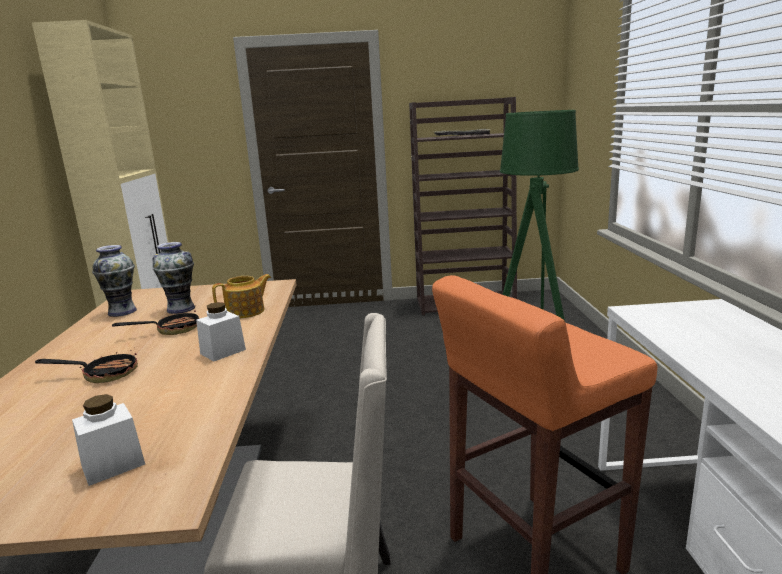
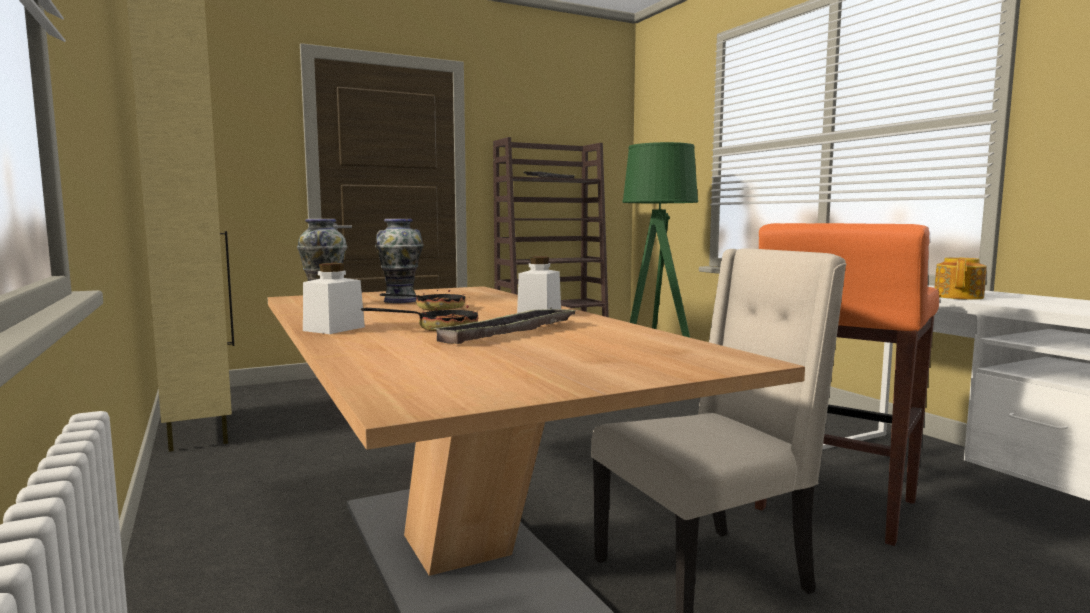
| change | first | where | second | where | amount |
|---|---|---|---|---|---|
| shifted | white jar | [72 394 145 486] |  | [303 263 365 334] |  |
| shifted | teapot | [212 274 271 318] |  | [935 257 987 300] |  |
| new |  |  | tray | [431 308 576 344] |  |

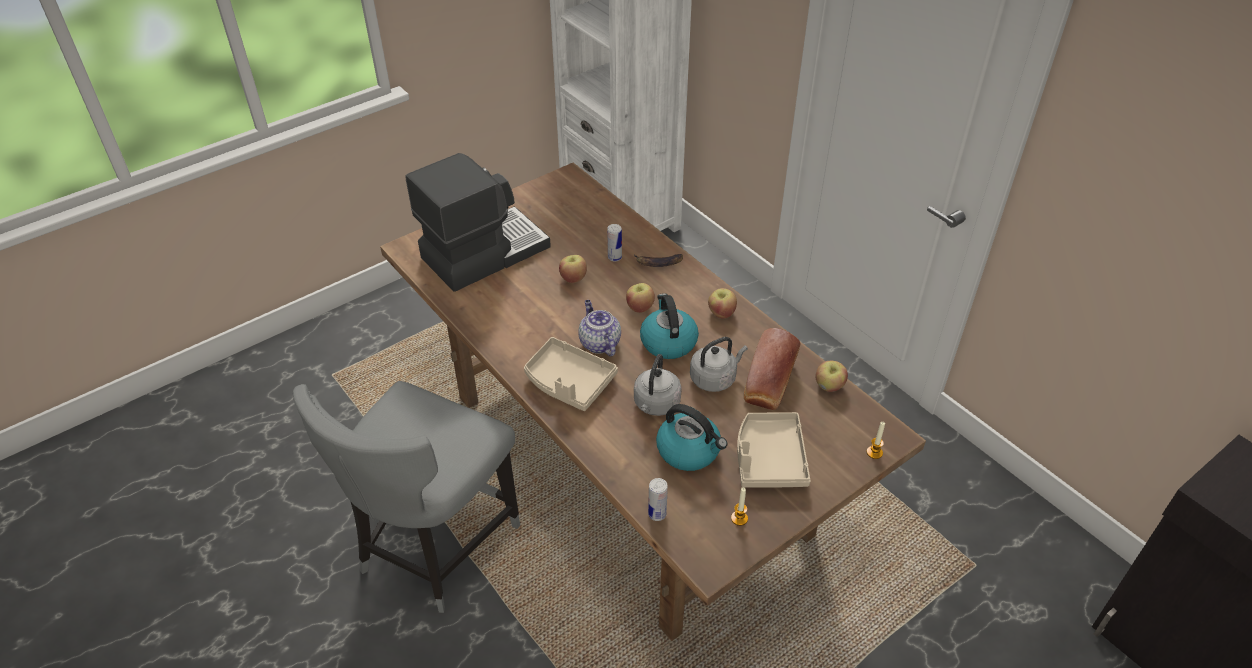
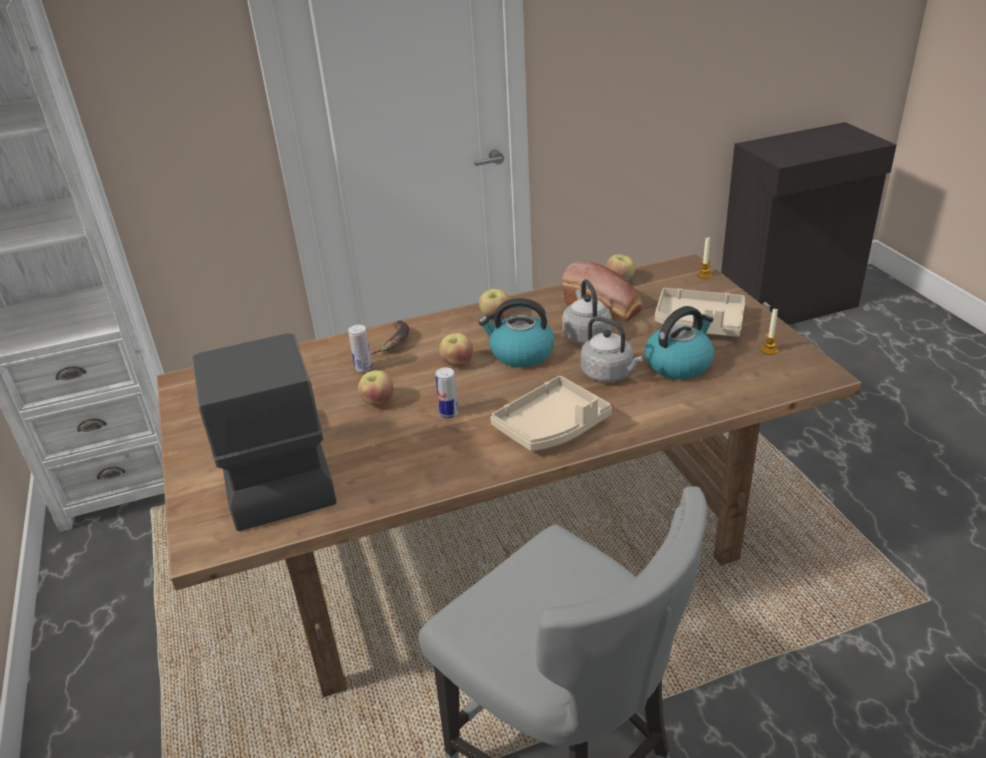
| change | first | where | second | where | amount |
|---|---|---|---|---|---|
| gone | teapot | [578 300 621 357] |  |  |  |
| shifted | can | [648 478 668 521] |  | [435 367 458 418] |  |

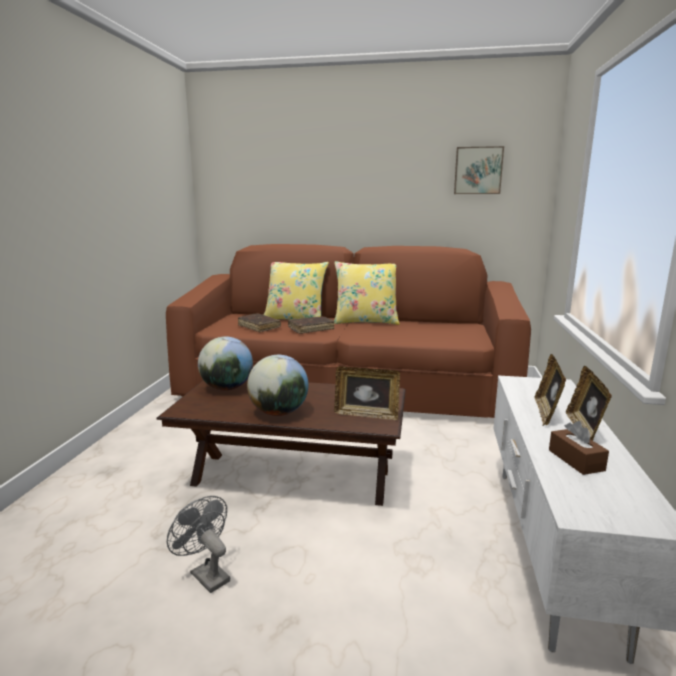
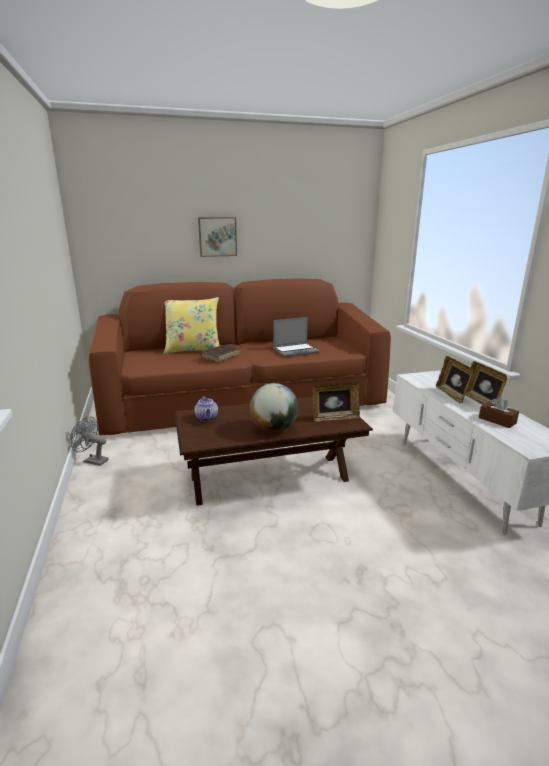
| change | first | where | second | where | amount |
|---|---|---|---|---|---|
| shifted | grey fan | [167 496 230 593] |  | [70 417 108 466] |  |
| swapped | globe | [198 336 253 390] | teapot | [195 396 218 421] |  |
| gone | brown book | [238 313 281 332] |  |  |  |
| gone | yellow pillow | [334 261 399 325] |  |  |  |
| shifted | picture | [454 146 504 194] |  | [198 218 237 257] |  |
| new |  |  | laptop | [273 317 320 357] |  |

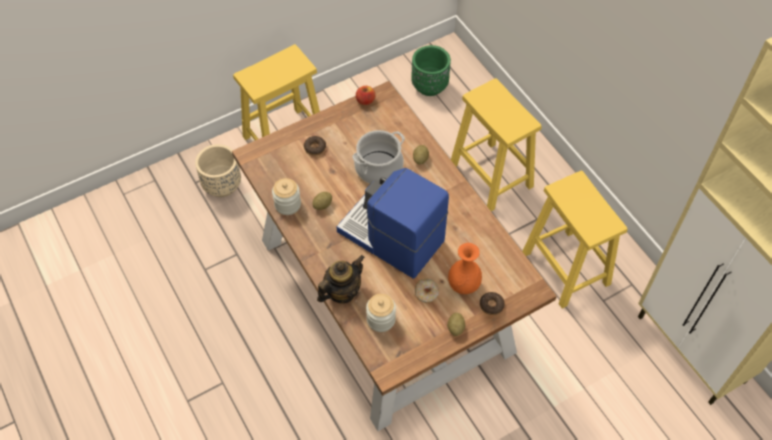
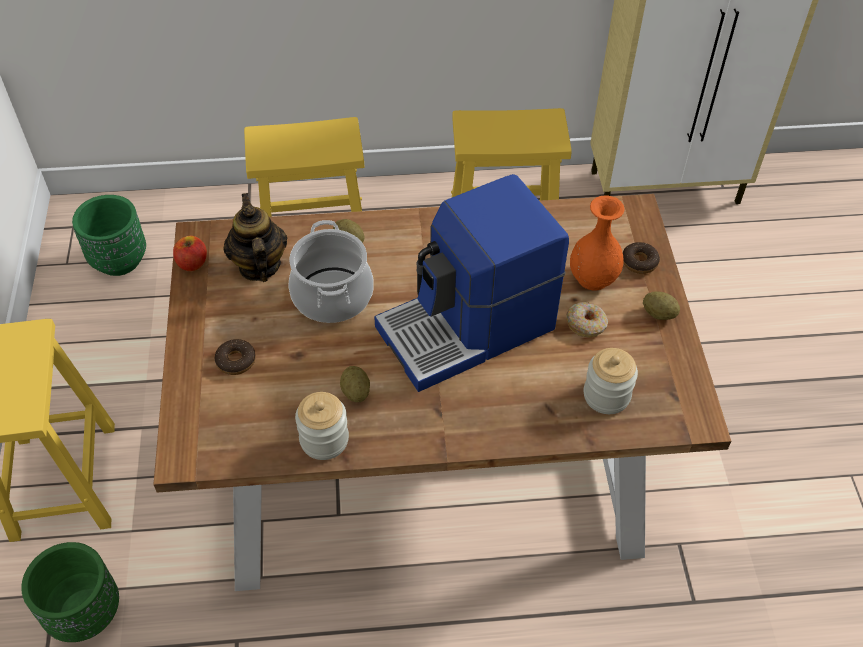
| change | first | where | second | where | amount |
|---|---|---|---|---|---|
| repainted | beige planter | [195 144 241 197] | green planter | [21 542 119 642] |  |
| shifted | teapot | [317 255 365 303] |  | [223 193 287 282] |  |

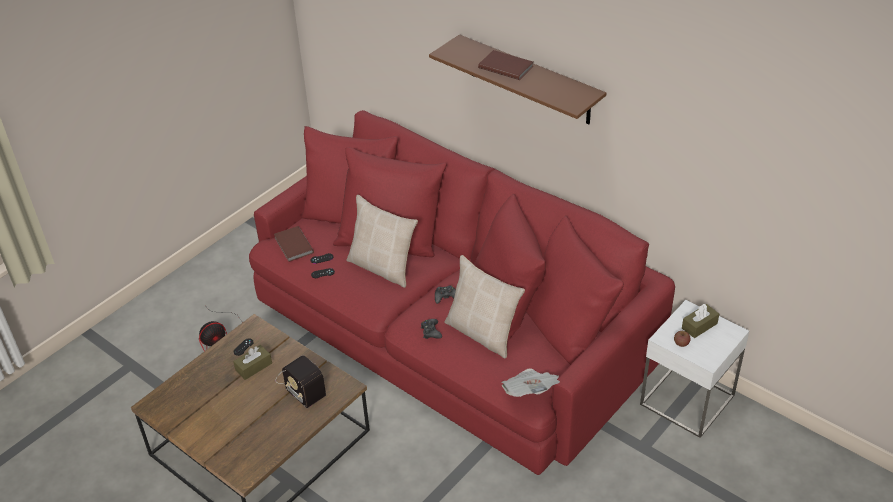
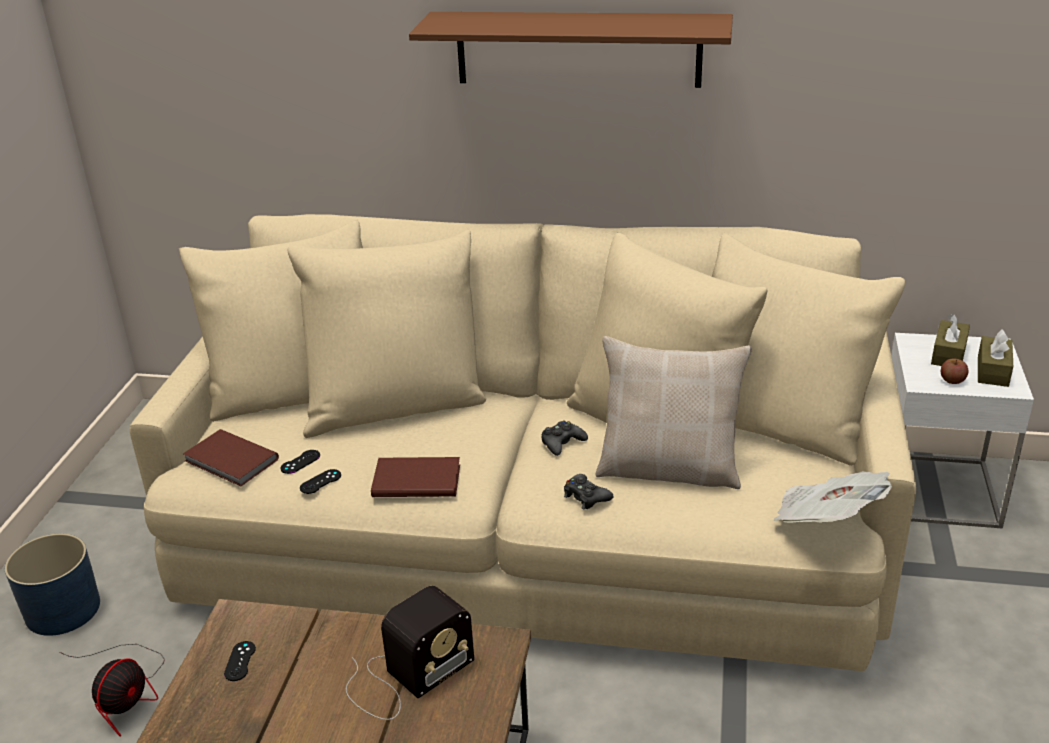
| change | first | where | second | where | amount |
|---|---|---|---|---|---|
| shifted | brown tissue box | [233 345 272 380] |  | [978 329 1013 387] |  |
| repainted | red sofa | [249 110 675 475] | beige sofa | [130 214 916 671] |  |
| rotated | radio | [276 355 326 408] |  | [346 586 474 720] | 60 degrees counterclockwise |
| gone | beige pillow | [346 195 418 288] |  |  |  |
| shifted | brown book | [478 50 533 80] |  | [371 457 460 497] |  |
| new |  |  | blue planter | [5 533 100 636] |  |

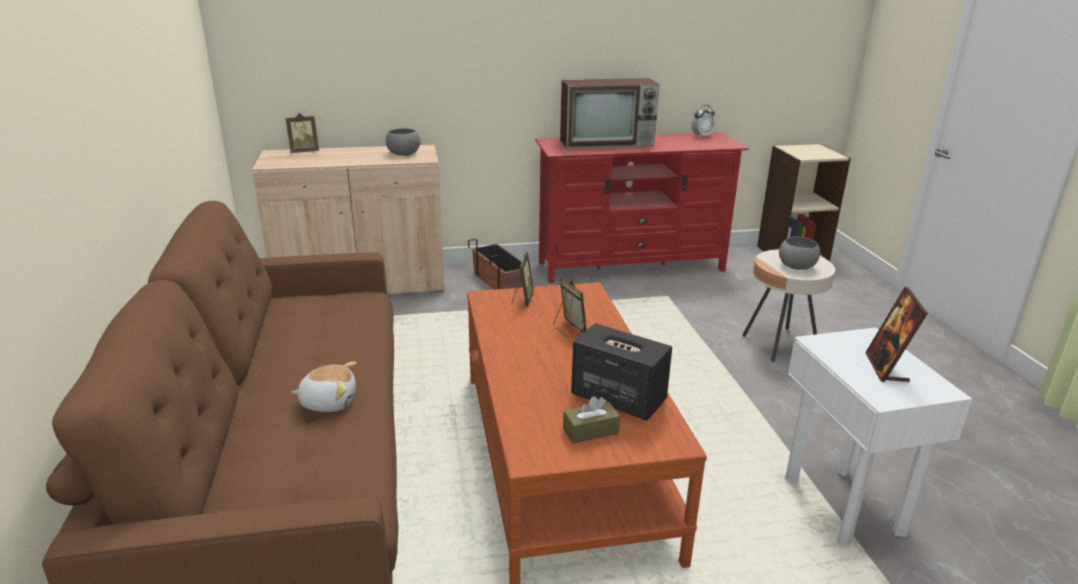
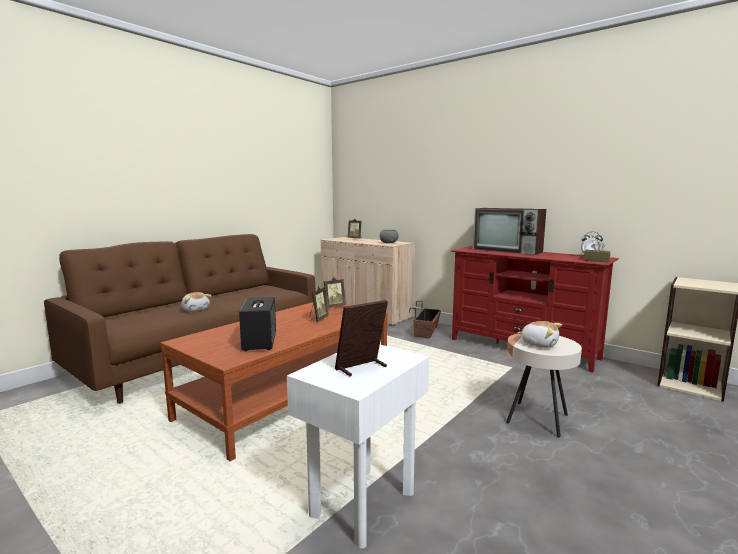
| change | first | where | second | where | amount |
|---|---|---|---|---|---|
| shifted | brown tissue box | [563 396 620 444] |  | [584 242 610 262] |  |
| swapped | grey bowl | [779 237 820 270] | plush toy | [518 321 562 348] |  |

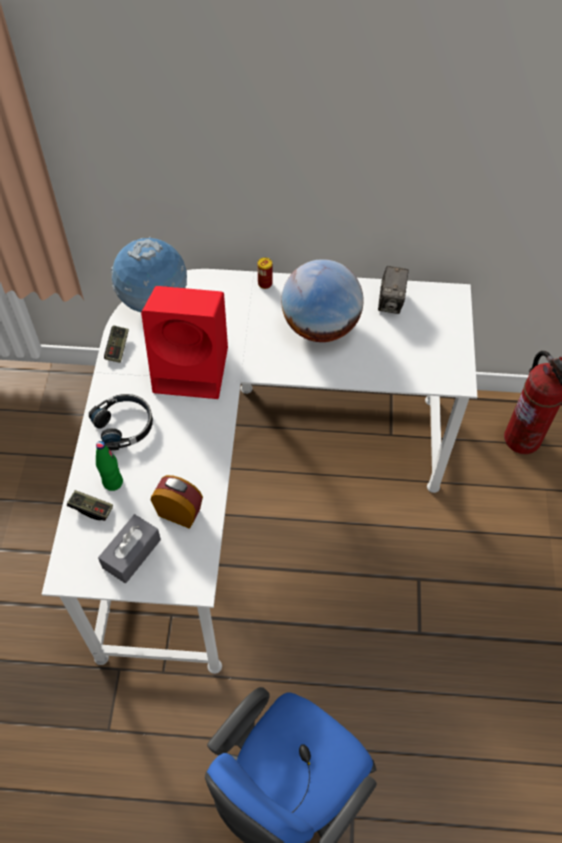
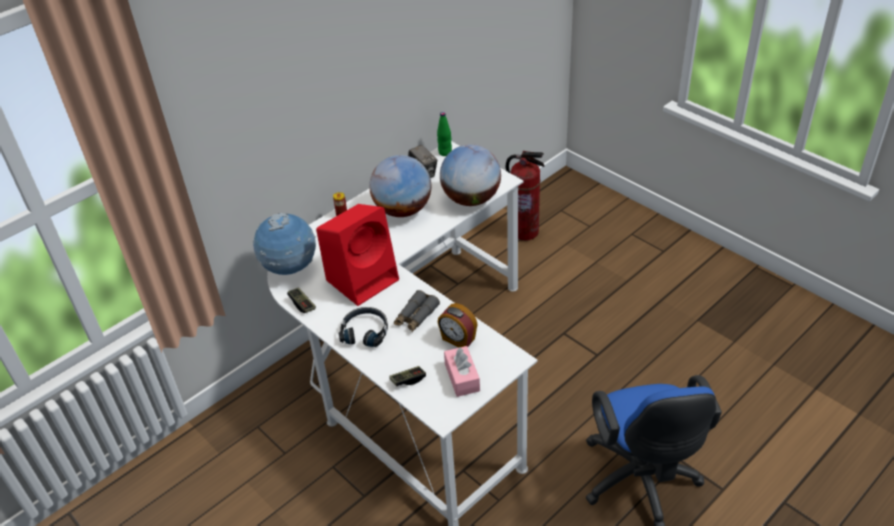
| change | first | where | second | where | amount |
|---|---|---|---|---|---|
| shifted | green bottle | [96 441 123 491] |  | [437 112 452 156] |  |
| repainted | grey tissue box | [98 514 161 583] | pink tissue box | [444 346 480 397] |  |
| rotated | alarm clock | [151 475 203 529] |  | [438 303 478 347] | 120 degrees counterclockwise |
| new |  |  | grey binoculars | [394 290 440 332] |  |
| new |  |  | globe | [440 144 501 206] |  |

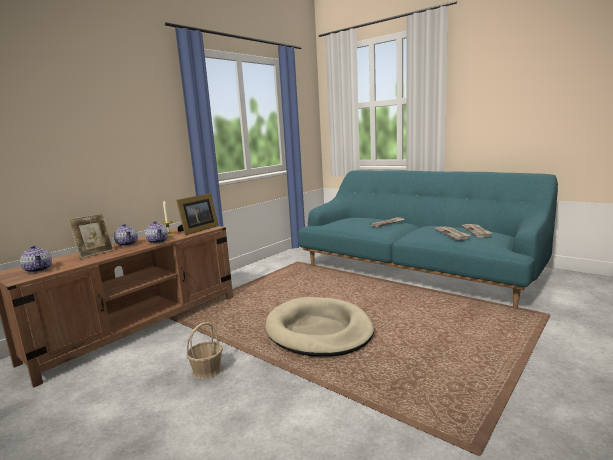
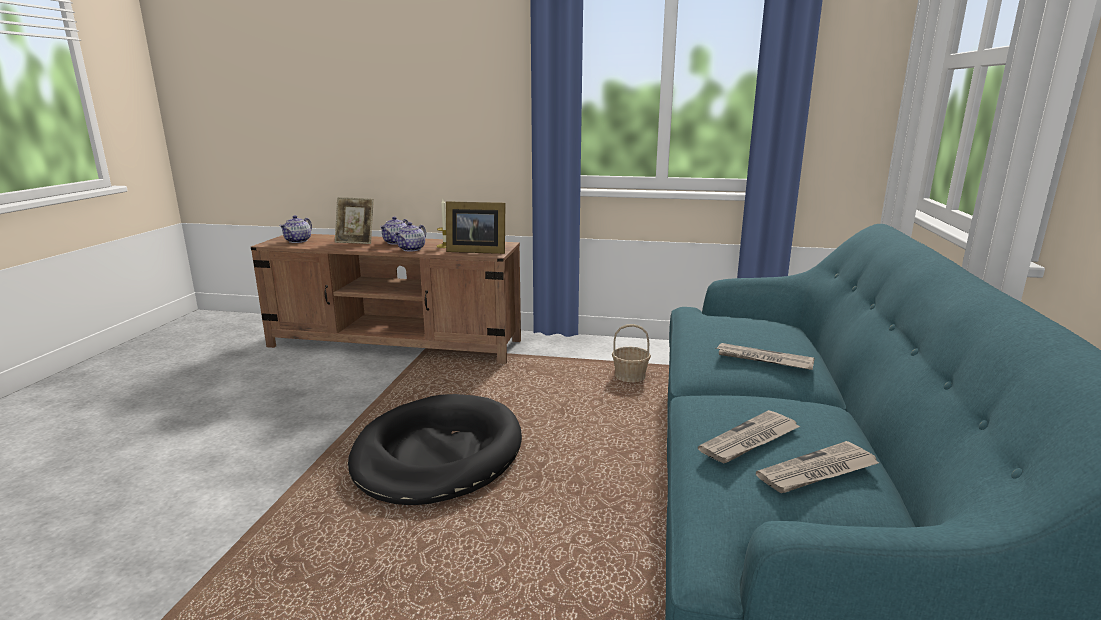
| change | first | where | second | where | amount |
|---|---|---|---|---|---|
| shifted | basket | [186 322 223 379] |  | [612 324 651 382] |  |
| repainted | beige dog bed | [265 297 374 357] | black dog bed | [348 394 522 505] |  |

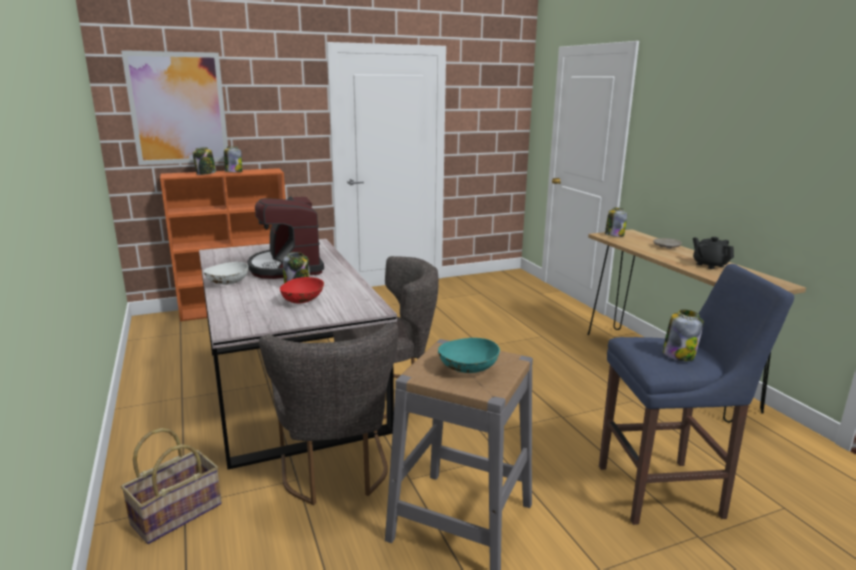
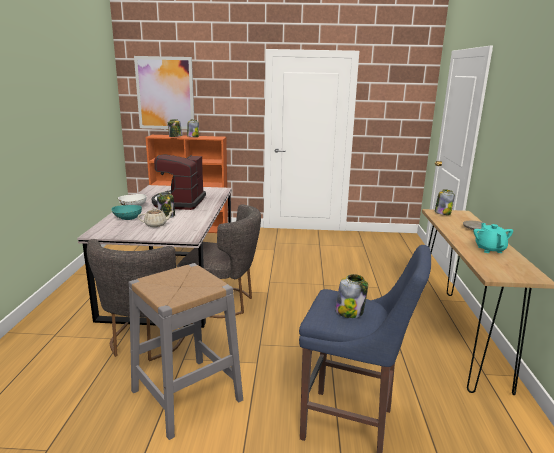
| change | first | where | second | where | amount |
|---|---|---|---|---|---|
| gone | basket | [121 428 222 544] |  |  |  |
| swapped | red bowl | [280 277 324 304] | beige teapot | [138 208 174 227] |  |
| shifted | turquoise bowl | [438 338 500 373] |  | [111 205 142 220] |  |
| repainted | black teapot | [693 237 734 269] | turquoise teapot | [473 223 513 253] |  |

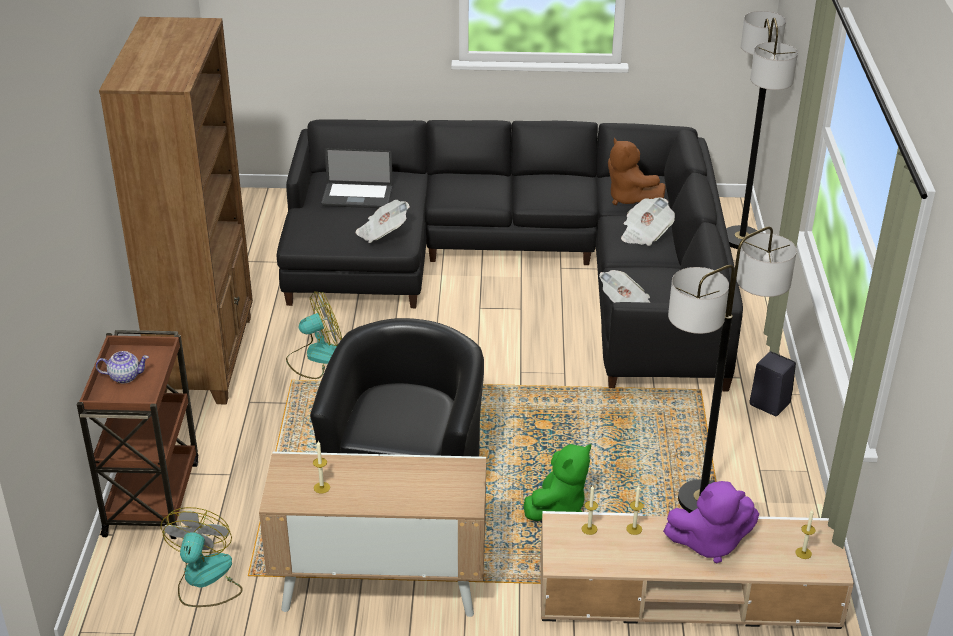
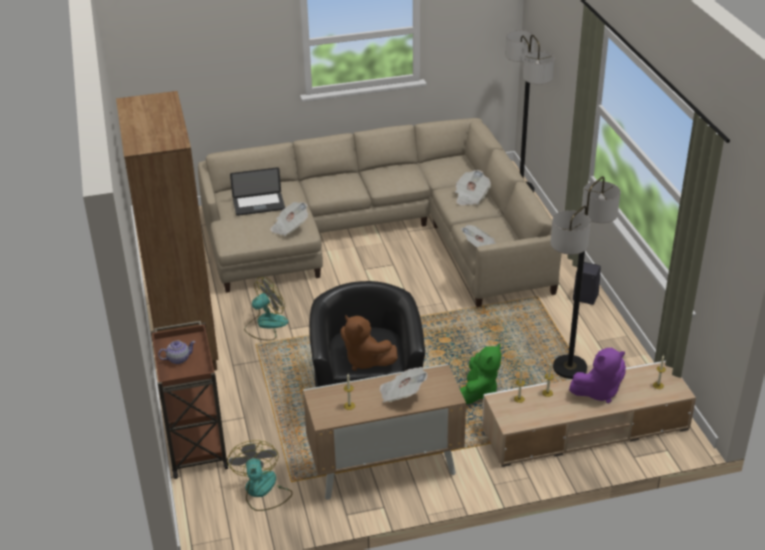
| change | first | where | second | where | amount |
|---|---|---|---|---|---|
| repainted | black sofa | [276 119 743 392] | beige sofa | [198 118 562 307] |  |
| shifted | brown plush toy | [608 138 666 205] |  | [340 315 398 371] |  |
| new |  |  | newspaper | [379 367 428 403] |  |

